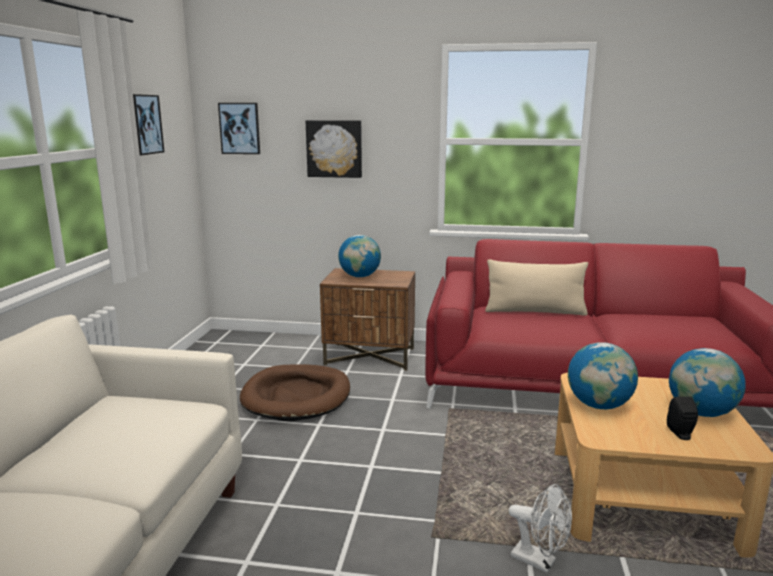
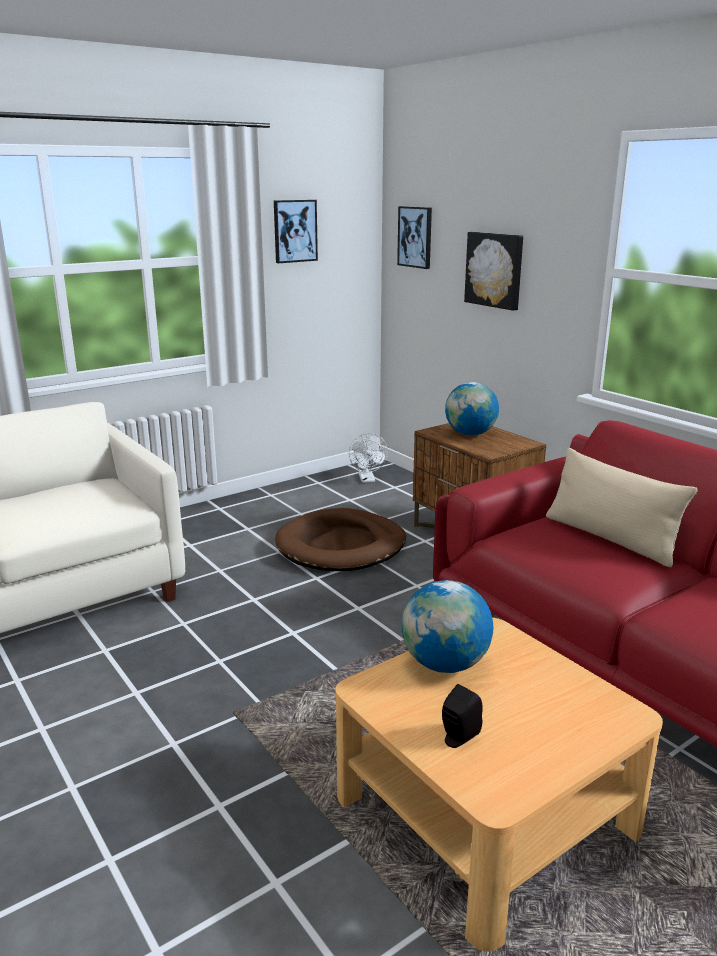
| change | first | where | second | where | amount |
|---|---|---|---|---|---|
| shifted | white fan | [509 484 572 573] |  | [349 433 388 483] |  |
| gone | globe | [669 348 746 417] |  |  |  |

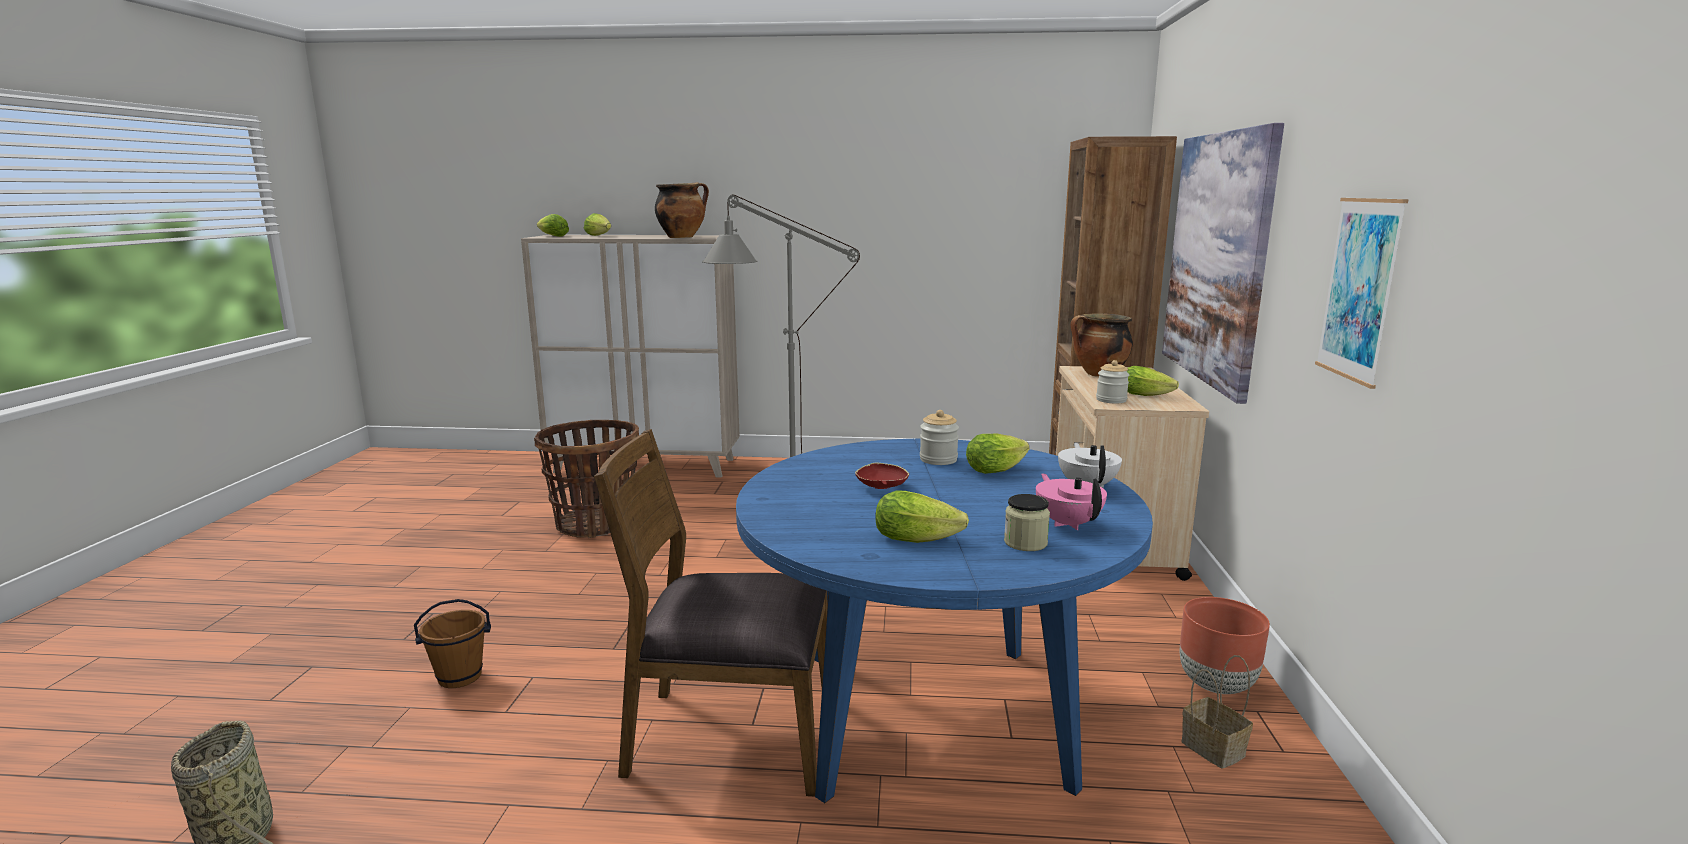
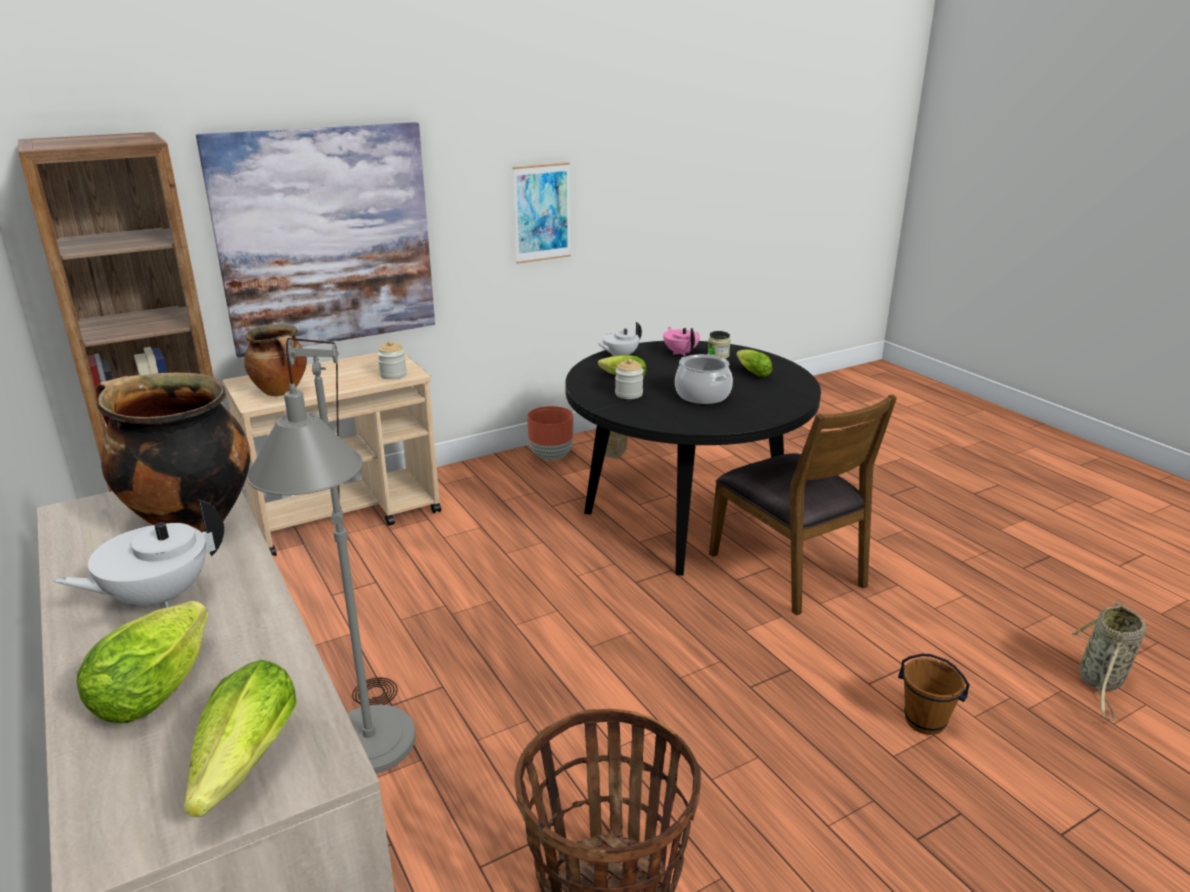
| change | first | where | second | where | amount |
|---|---|---|---|---|---|
| repainted | blue dining table | [736 439 1153 803] | black dining table | [565 341 821 576] |  |
| swapped | red bowl | [855 463 909 489] | cooking pot | [675 354 733 404] |  |
| rotated | pink teapot | [1036 473 1107 530] |  | [663 327 700 356] | 120 degrees clockwise |
| gone | lettuce | [1127 366 1179 396] |  |  |  |
| new |  |  | white teapot | [54 499 224 608] |  |

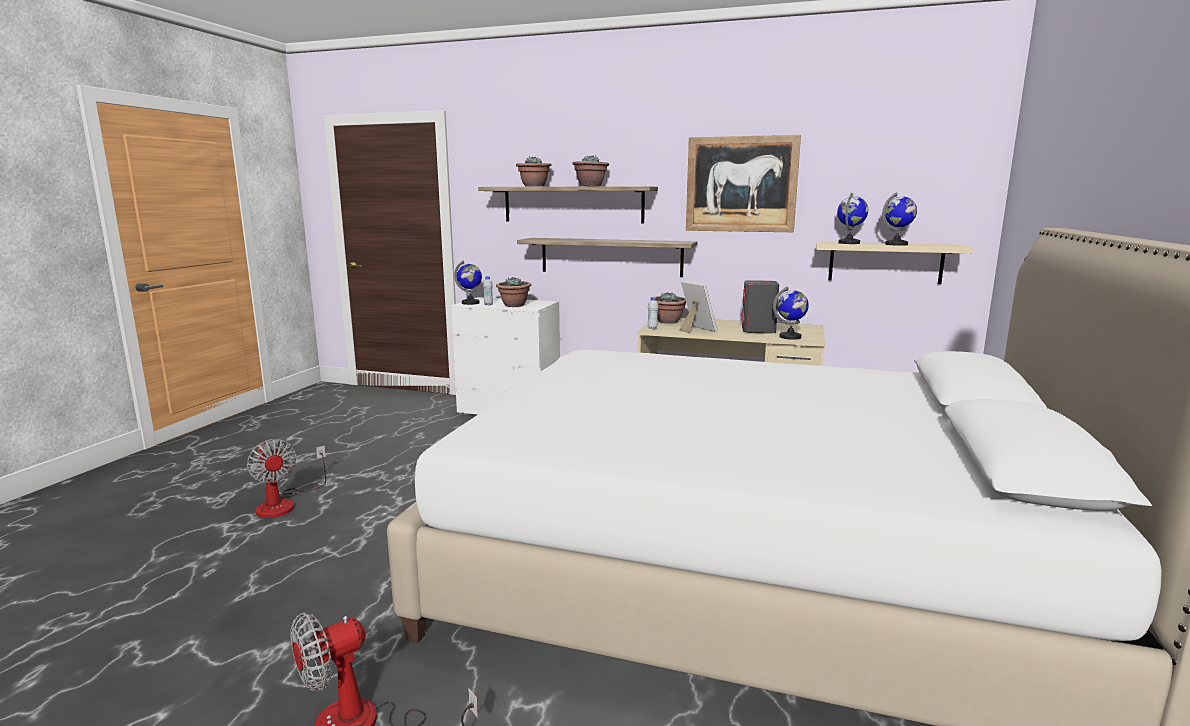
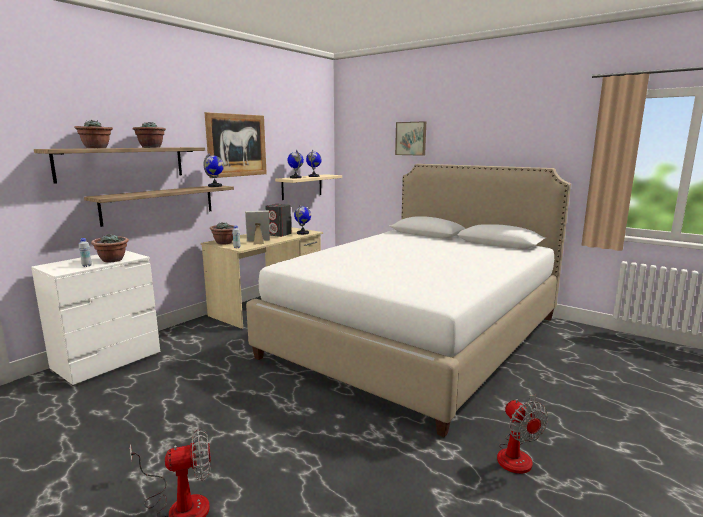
| change | first | where | second | where | amount |
|---|---|---|---|---|---|
| shifted | globe | [454 260 482 305] |  | [203 153 224 187] |  |
| new |  |  | picture | [395 121 426 156] |  |

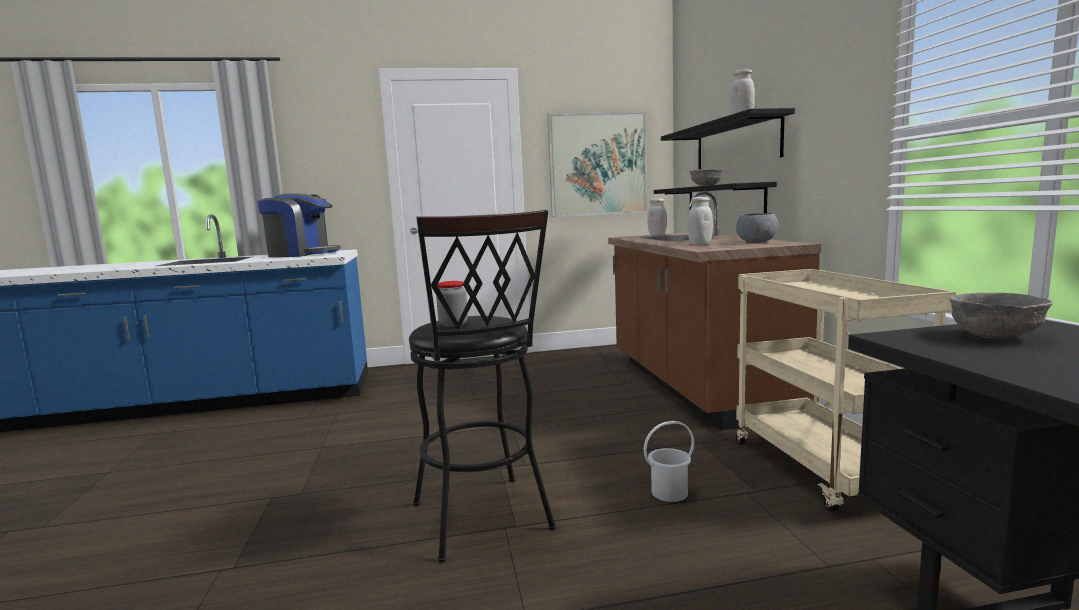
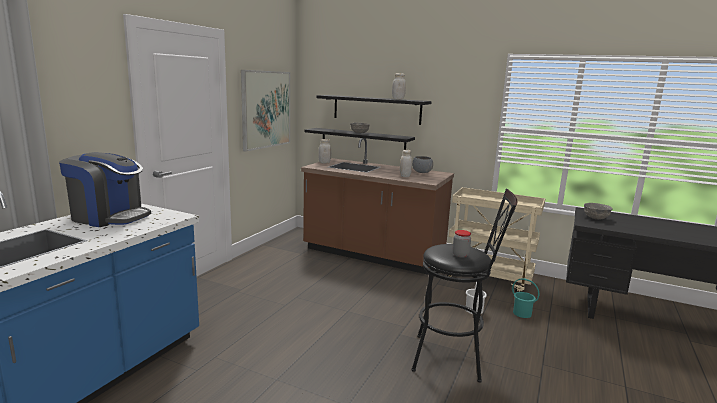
| change | first | where | second | where | amount |
|---|---|---|---|---|---|
| rotated | coffee machine | [257 193 341 257] |  | [59 152 151 227] | 60 degrees clockwise |
| new |  |  | turquoise bucket | [512 278 539 318] |  |

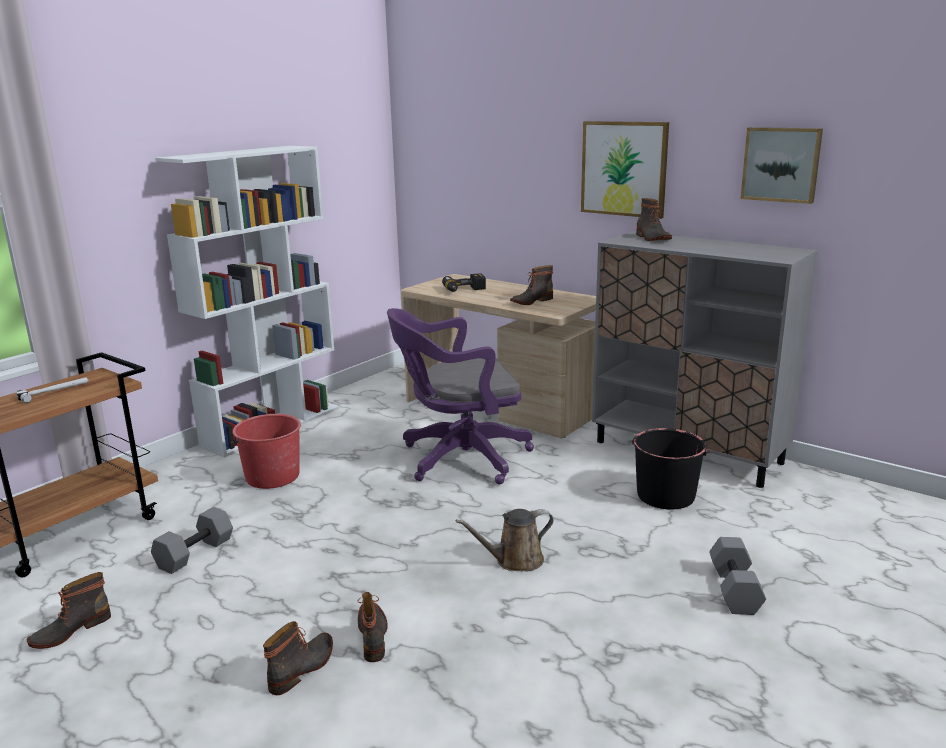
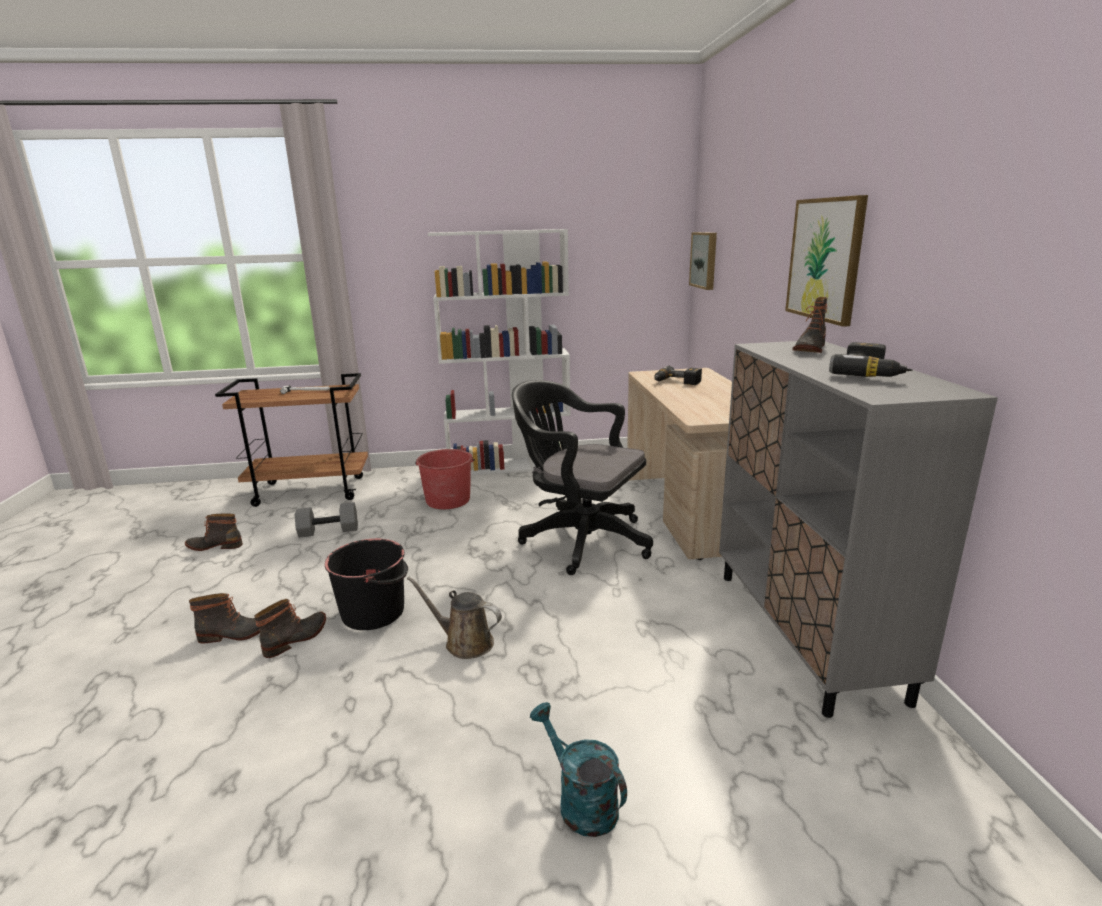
| change | first | where | second | where | amount |
|---|---|---|---|---|---|
| repainted | purple office chair | [387 308 534 485] | black office chair | [512 380 653 575] |  |
| gone | boot | [510 265 553 305] |  |  |  |
| shifted | black bucket | [632 428 710 510] |  | [325 539 408 630] |  |
| swapped | grey dumbbell | [709 537 766 615] | turquoise watering can | [530 702 627 837] |  |
| shifted | picture | [740 127 823 204] |  | [689 232 717 290] |  |
| new |  |  | power drill | [829 342 913 377] |  |

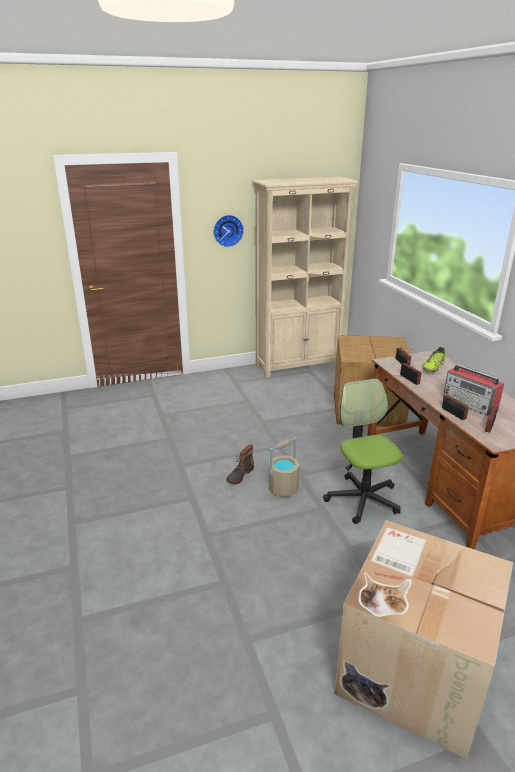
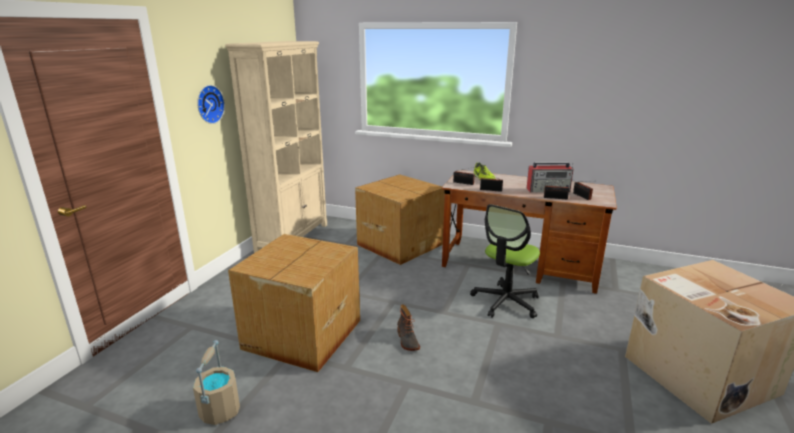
| change | first | where | second | where | amount |
|---|---|---|---|---|---|
| shifted | beige bucket | [269 437 300 497] |  | [193 340 240 425] |  |
| rotated | office chair | [323 379 402 524] |  | [470 204 540 318] | 75 degrees counterclockwise |
| new |  |  | cardboard box | [228 234 360 372] |  |

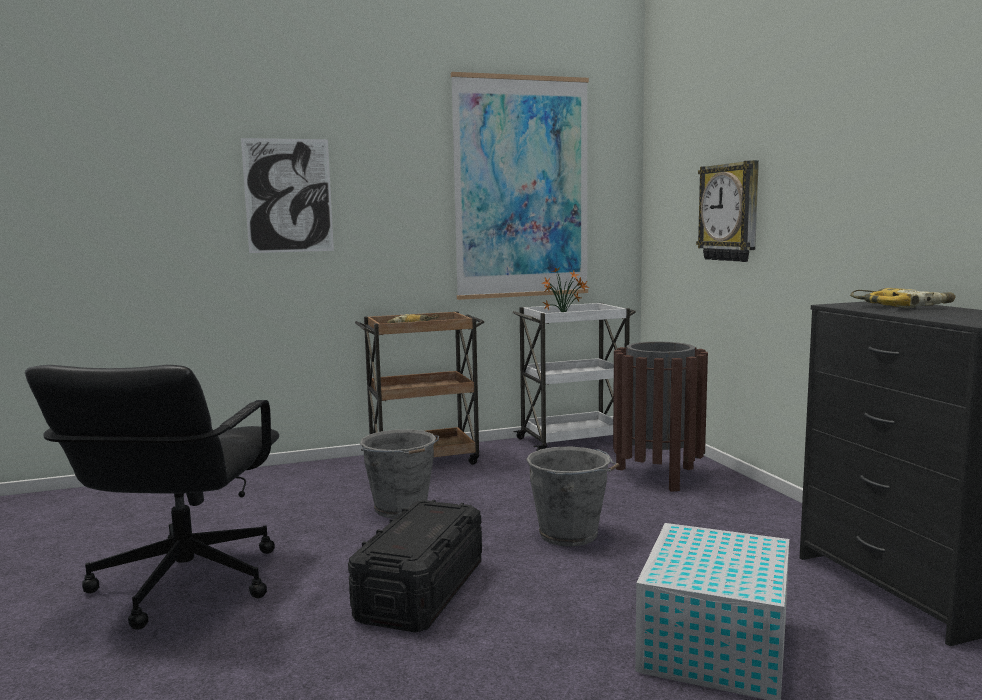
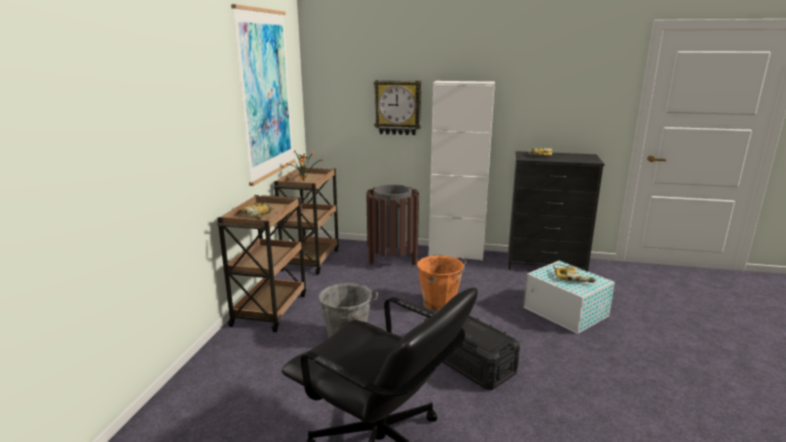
| change | first | where | second | where | amount |
|---|---|---|---|---|---|
| gone | picture | [241 138 334 253] |  |  |  |
| repainted | white cart | [513 303 636 451] | brown cart | [274 167 339 275] |  |
| repainted | grey bucket | [526 447 619 547] | orange bucket | [417 255 467 312] |  |
| new |  |  | white cabinet | [429 81 495 261] |  |
| new |  |  | power drill | [553 264 596 283] |  |

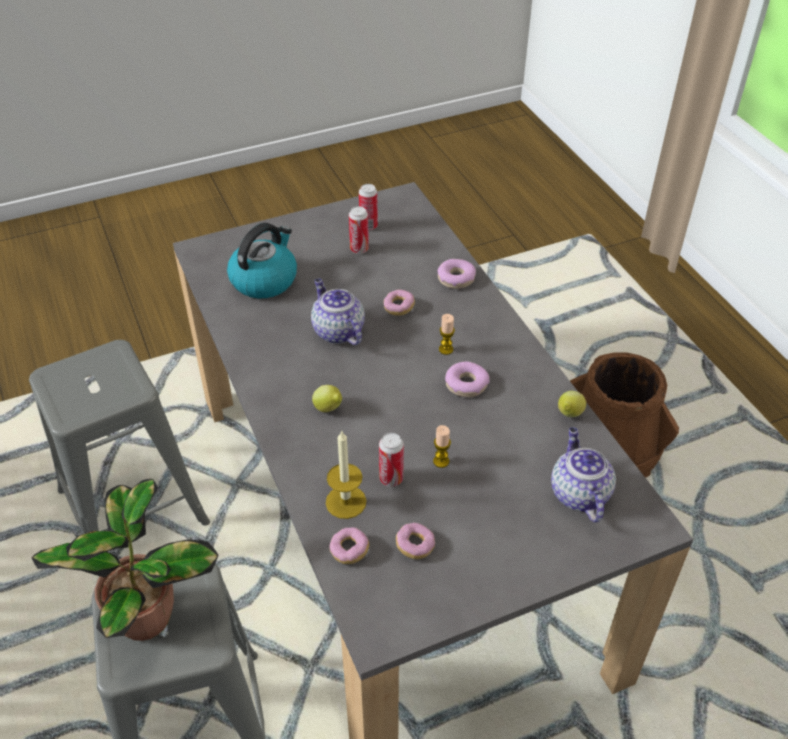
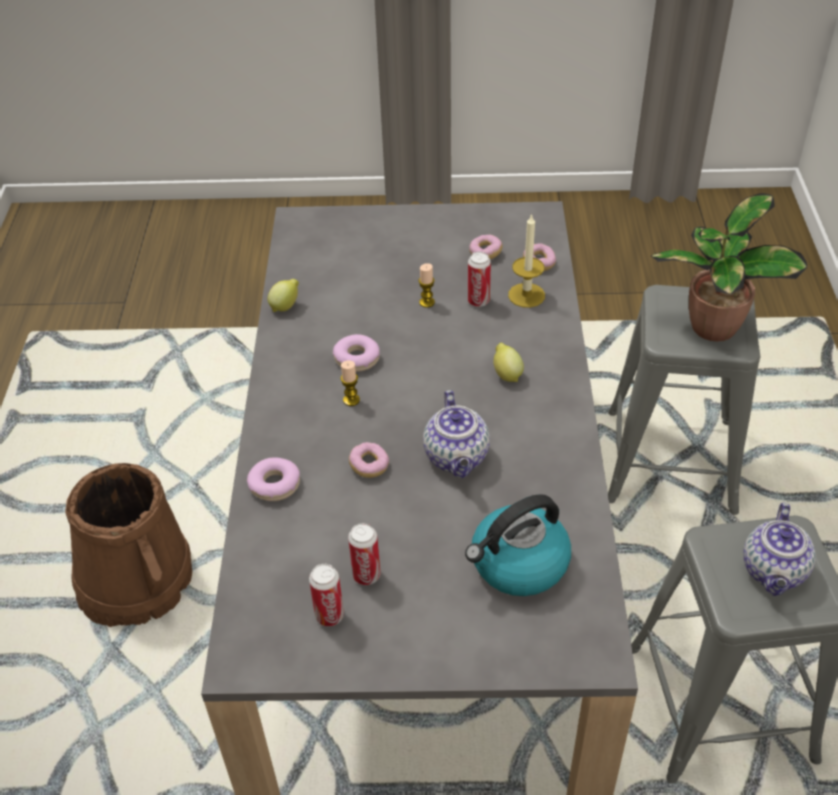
| change | first | where | second | where | amount |
|---|---|---|---|---|---|
| shifted | teapot | [551 427 616 523] |  | [744 503 816 596] |  |

